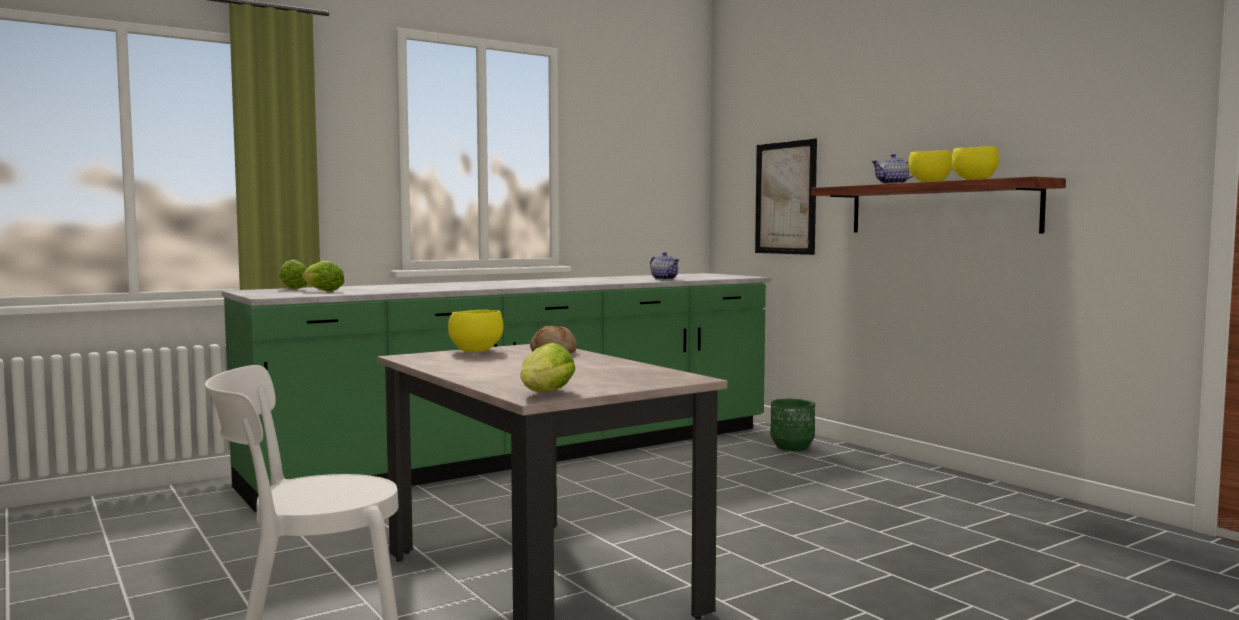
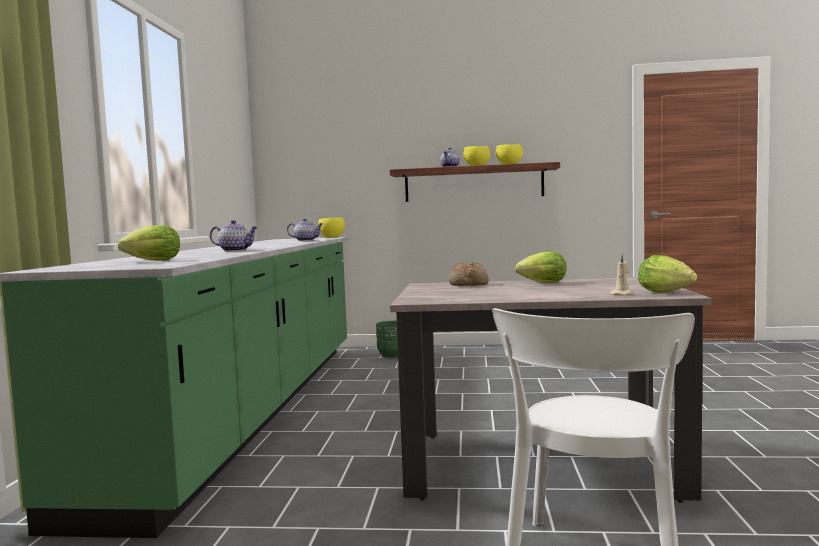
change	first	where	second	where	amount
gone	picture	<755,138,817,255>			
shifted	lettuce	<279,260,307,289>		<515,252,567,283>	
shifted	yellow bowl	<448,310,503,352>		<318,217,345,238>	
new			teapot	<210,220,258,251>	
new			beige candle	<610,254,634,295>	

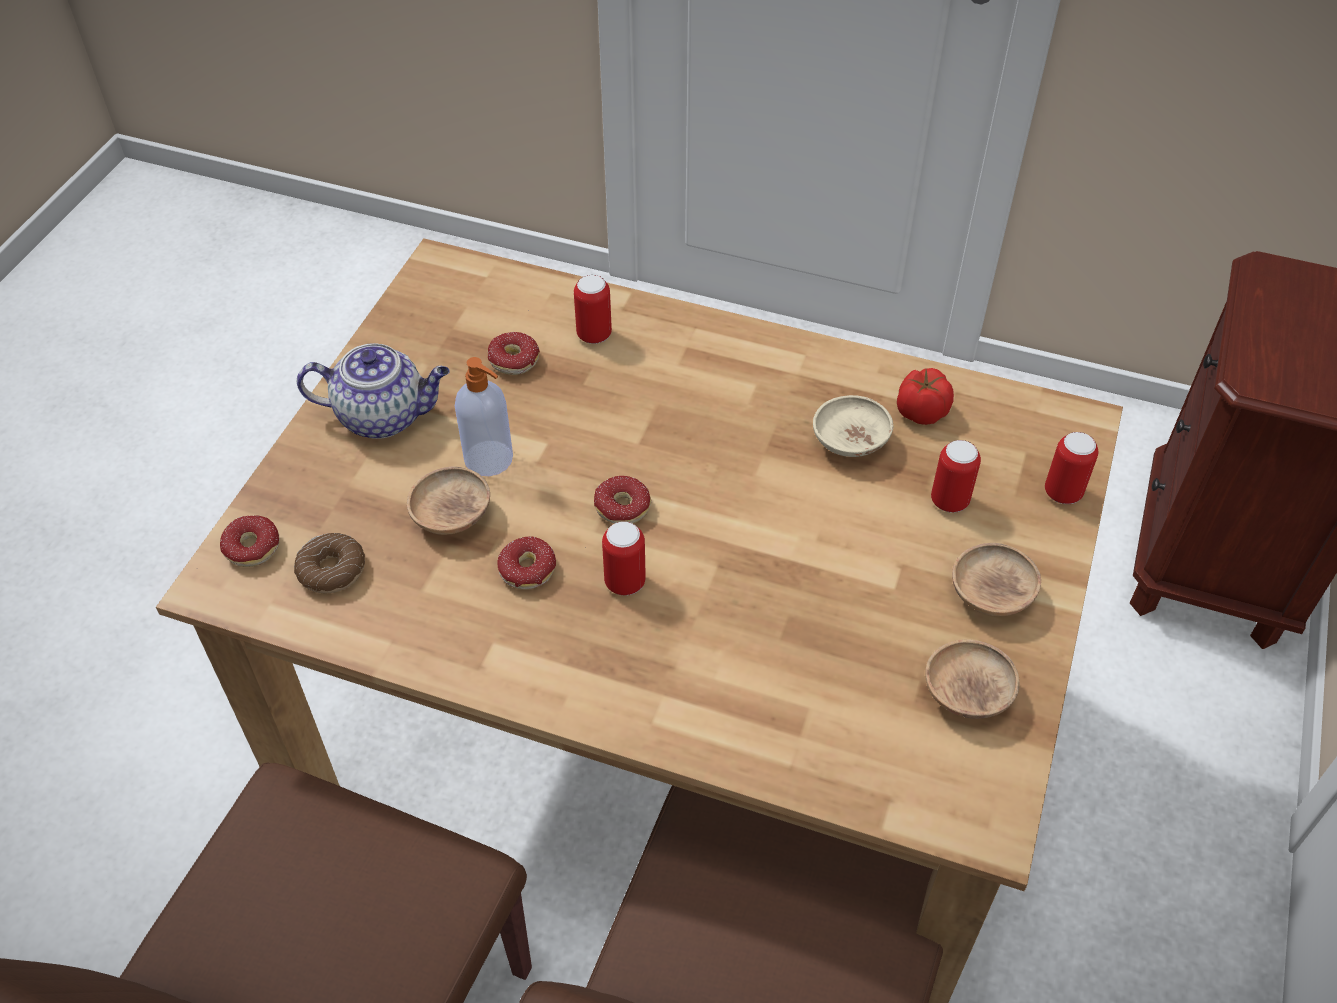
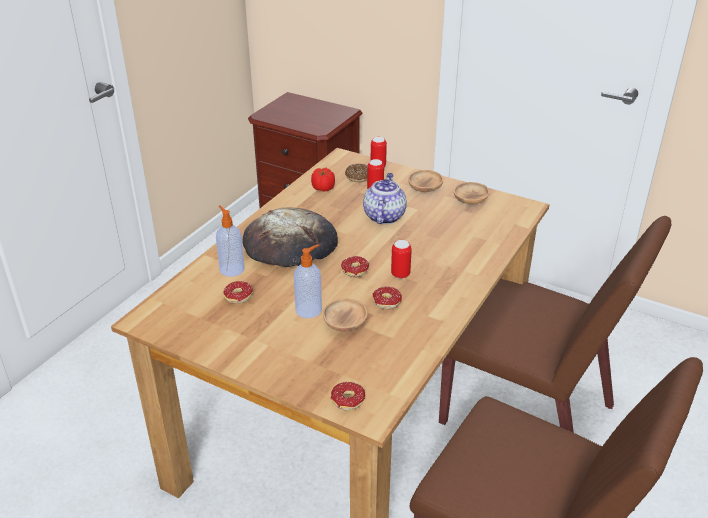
change	first	where	second	where	amount
swapped	can	<574,275,612,344>	soap dispenser	<216,205,245,277>	
shifted	teapot	<296,343,450,439>		<363,173,407,224>	
gone	beige bowl	<813,395,893,457>			
shifted	donut	<294,533,365,593>		<345,164,368,182>	
new			bread	<242,207,338,267>	

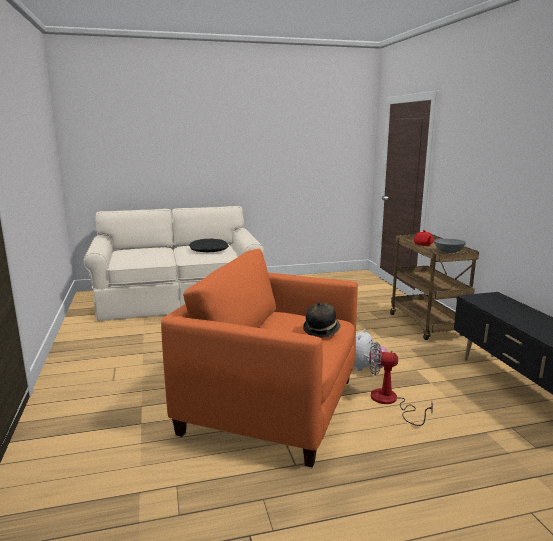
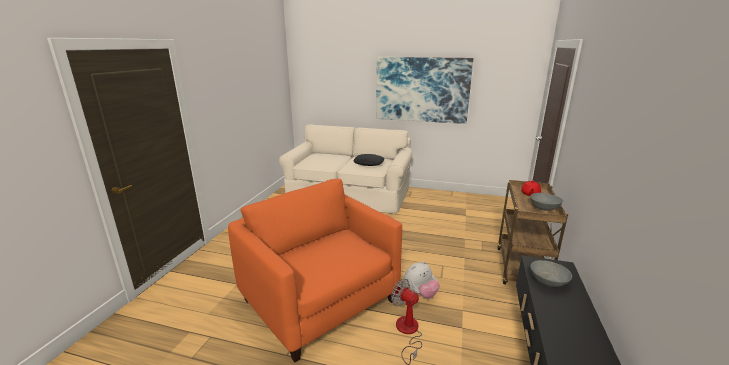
change	first	where	second	where	amount
gone	hat	<303,302,340,338>			
new			picture	<376,57,473,124>	
new			grey bowl	<530,260,572,287>	

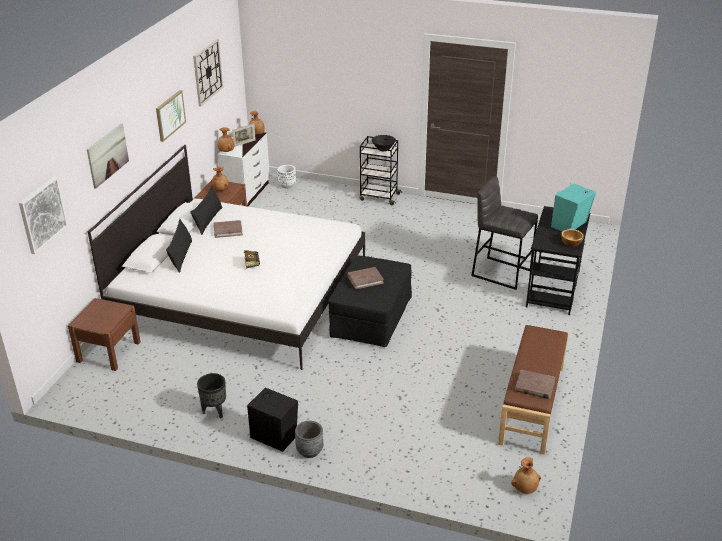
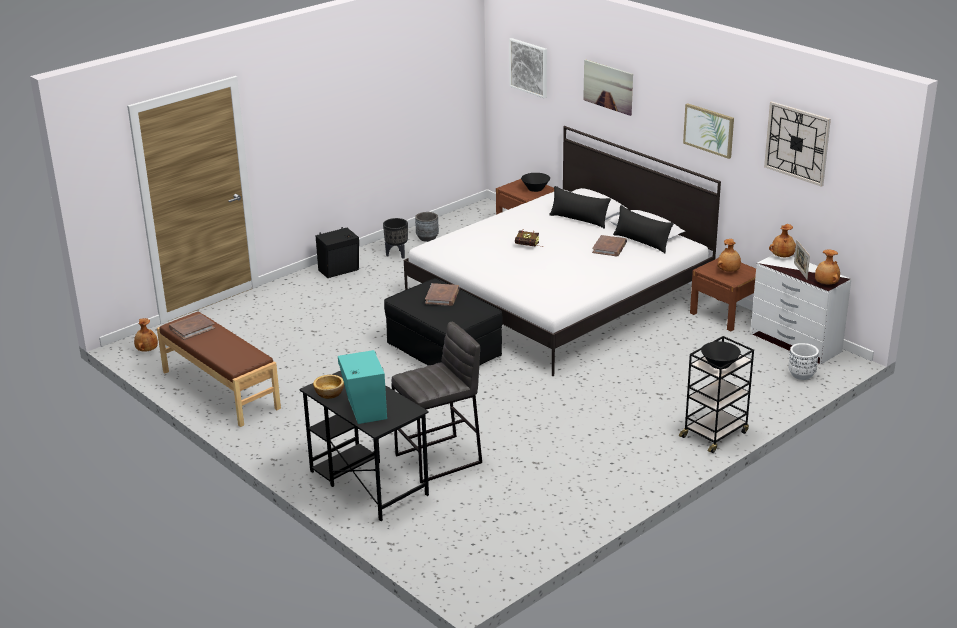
change	first	where	second	where	amount
shifted	grey planter	<295,421,323,458>		<415,212,439,242>	
new			black bowl	<521,173,550,192>	

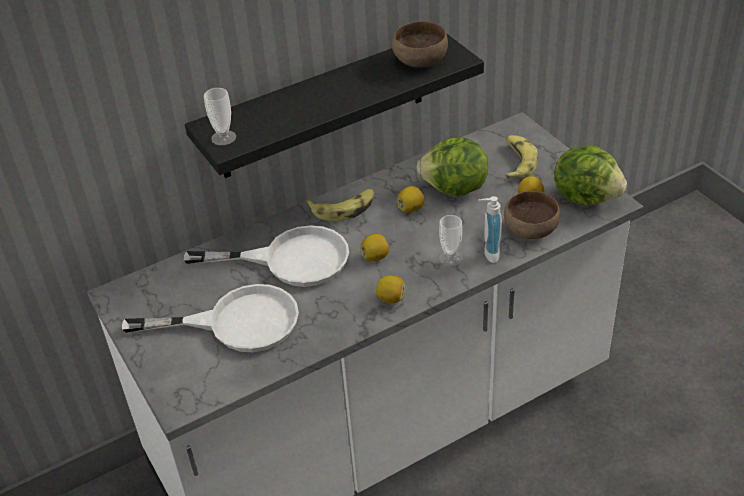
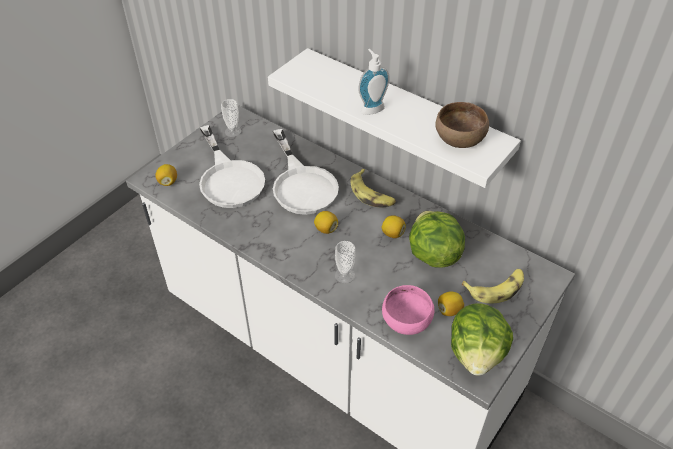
change	first	where	second	where	amount
repainted	black shelf	<185,33,484,178>	white shelf	<268,48,521,188>	
shifted	cup	<204,88,236,145>		<221,99,241,137>	
repainted	brown bowl	<504,191,560,239>	pink bowl	<382,285,434,335>	
shifted	soap dispenser	<479,196,502,263>		<358,49,390,115>	
shifted	lemon	<376,275,405,303>		<155,164,177,186>	

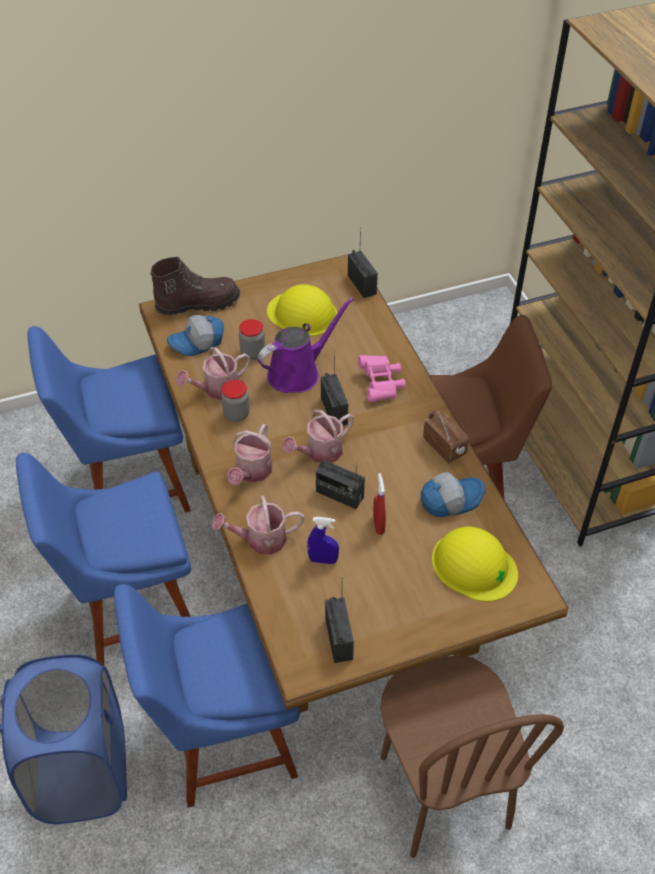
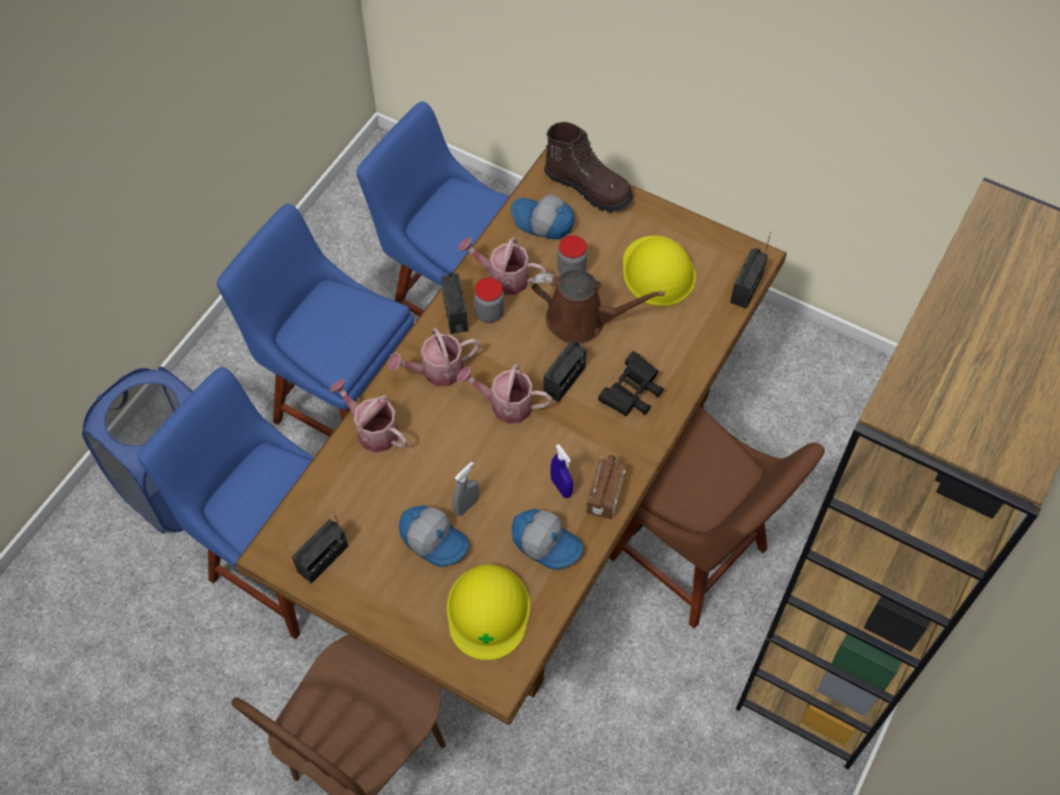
change	first	where	second	where	amount
repainted	purple watering can	<257,297,354,393>	brown watering can	<531,270,665,344>	
repainted	pink binoculars	<358,355,406,402>	black binoculars	<598,351,664,416>	
shifted	radio	<316,460,365,509>		<441,272,468,334>	
repainted	red spray bottle	<373,473,386,535>	grey spray bottle	<452,462,479,516>	
shifted	blue spray bottle	<307,517,339,564>		<550,444,573,498>	
new			cap	<399,505,470,567>	

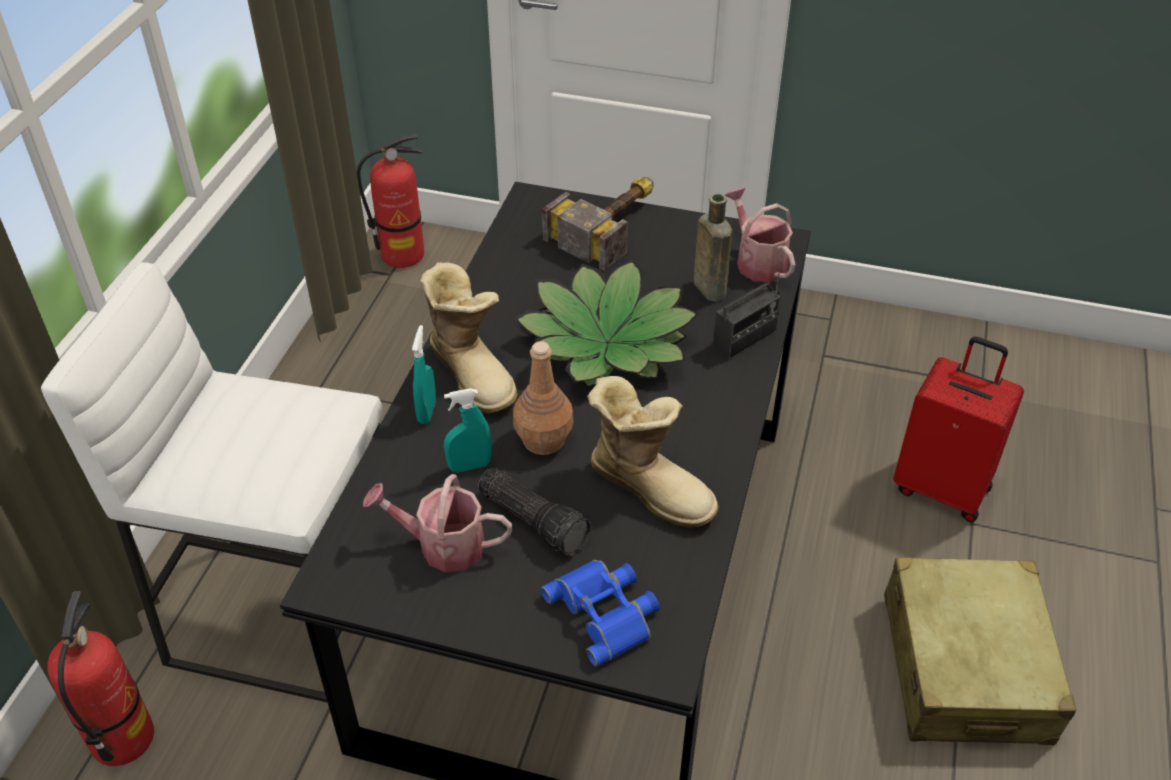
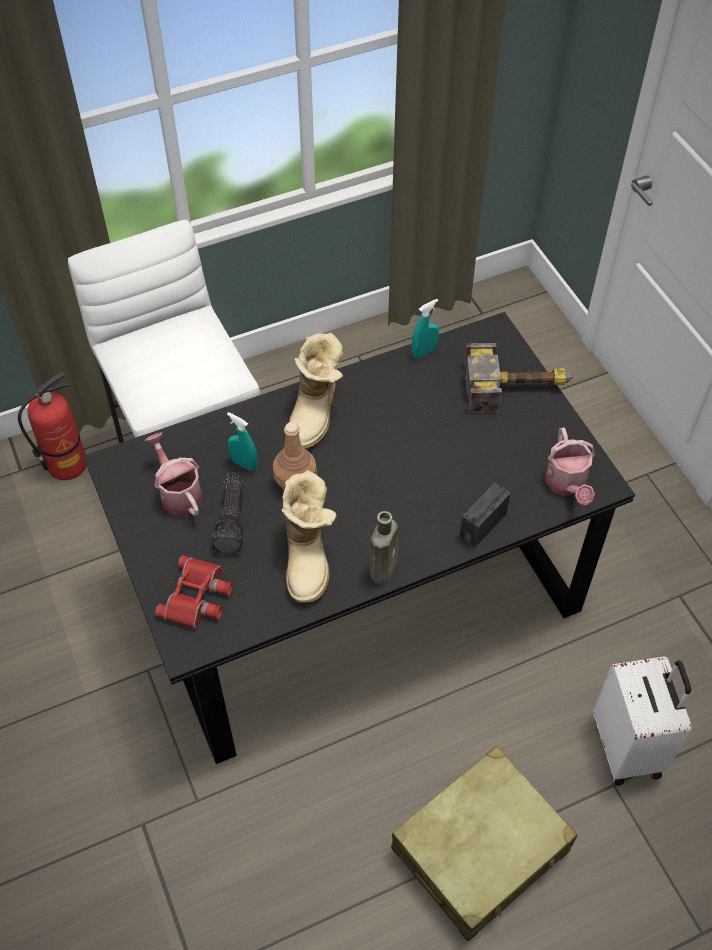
change	first	where	second	where	amount
gone	fire extinguisher	<357,134,424,268>			
rotated	watering can	<725,188,796,282>		<545,428,595,505>	150 degrees clockwise
shifted	brown bottle	<694,193,732,302>		<370,511,398,585>	
rotated	radio	<713,255,782,359>		<459,483,511,547>	120 degrees clockwise
gone	potted plant	<514,259,700,388>			
shifted	turquoise spray bottle	<412,325,436,424>		<412,299,439,358>	
repainted	red suitcase	<893,337,1024,522>	white suitcase	<593,656,691,785>	
repainted	blue binoculars	<541,560,660,667>	red binoculars	<155,555,233,629>	

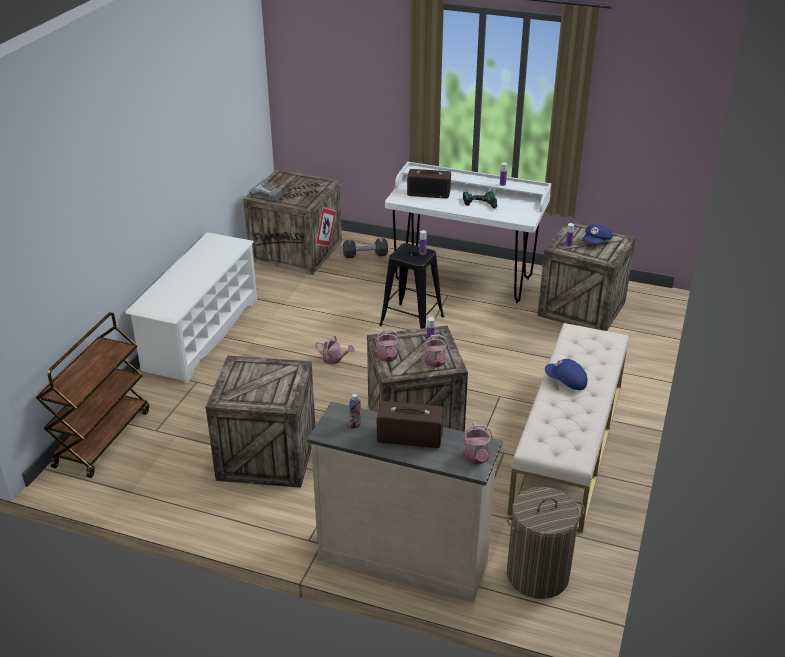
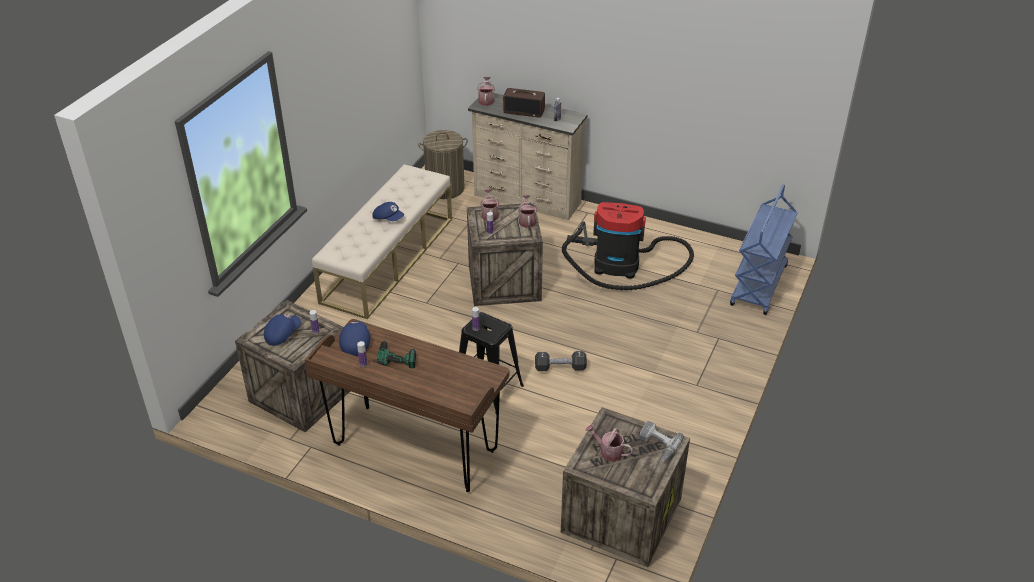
change	first	where	second	where	amount
repainted	white desk	<385,162,551,303>	brown desk	<305,319,509,492>	
gone	radio	<407,169,451,198>			
gone	white shoe rack	<125,232,257,383>			
shifted	black dumbbell	<343,238,388,258>		<535,351,587,371>	
repainted	brown cart	<36,312,149,478>	blue cart	<730,185,798,315>	
shifted	watering can	<315,335,355,365>		<585,424,633,462>	
swapped	crate	<206,356,315,488>	vacuum cleaner	<562,202,694,290>	
new			blue cap	<339,321,370,356>	

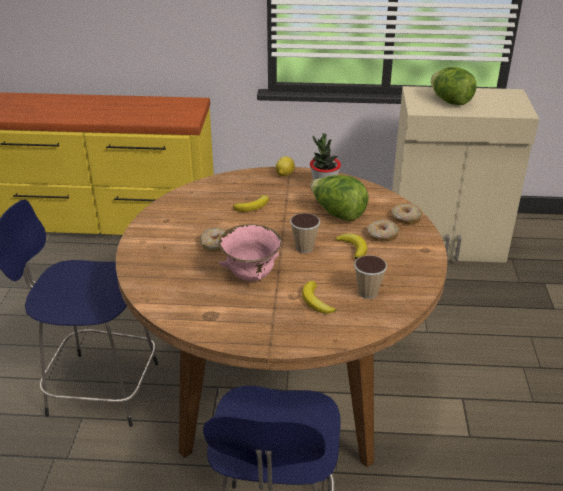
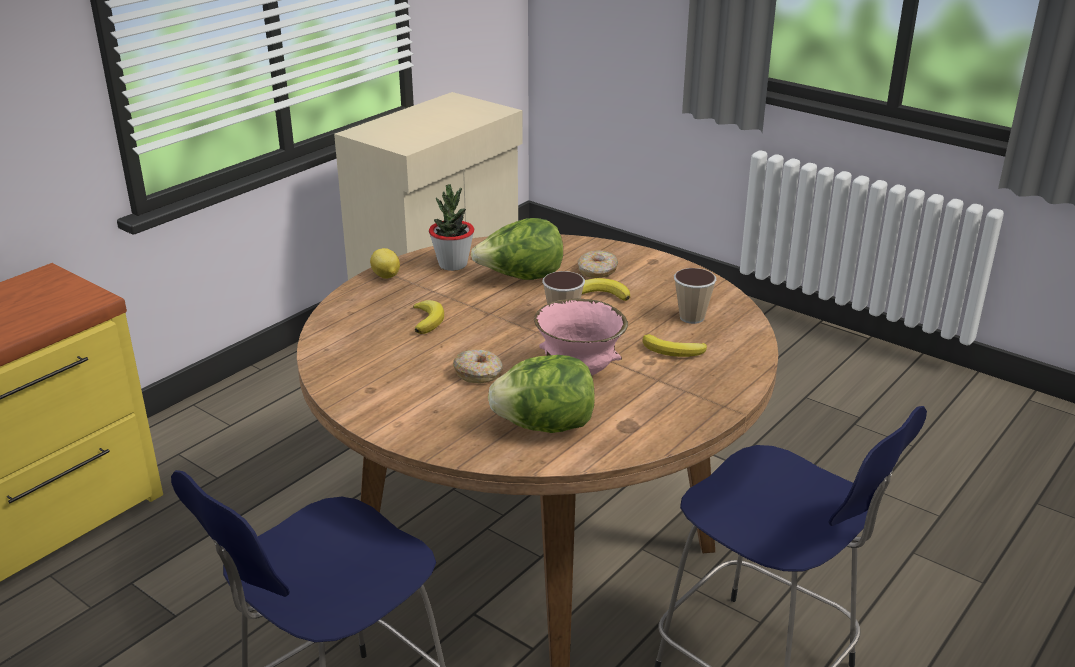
change	first	where	second	where	amount
shifted	lettuce	<431,67,477,105>		<488,355,595,433>	
gone	donut	<392,204,423,225>			

